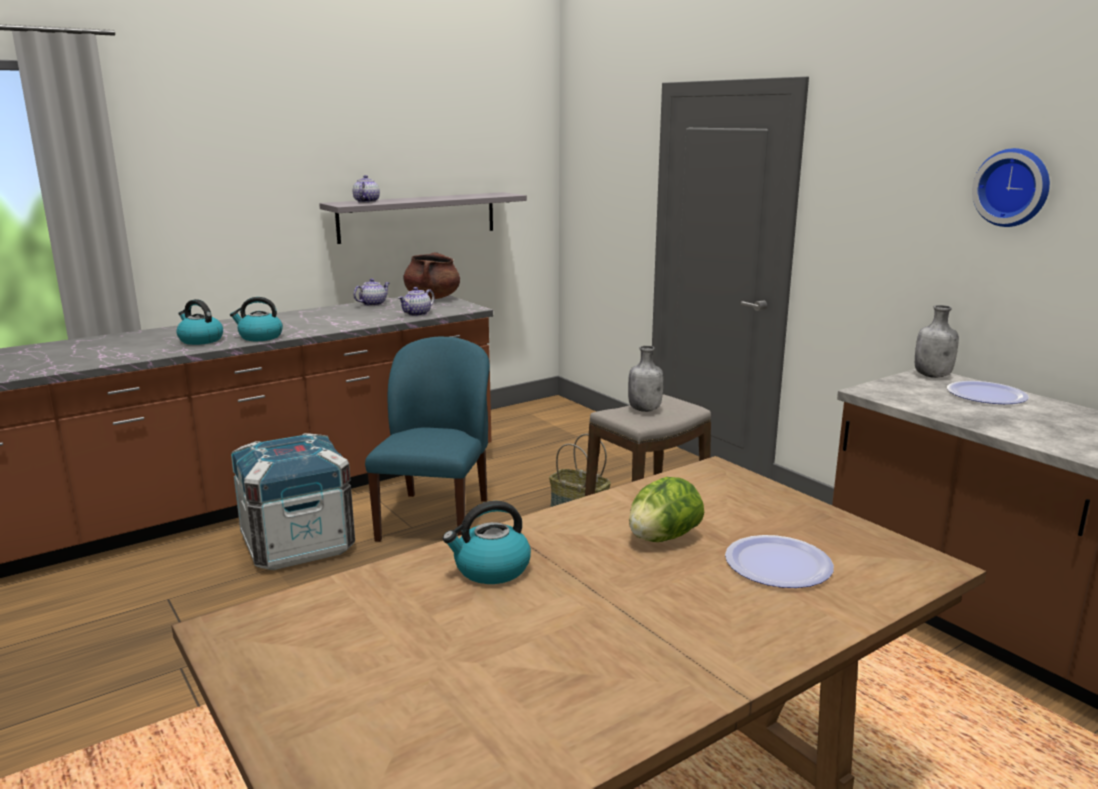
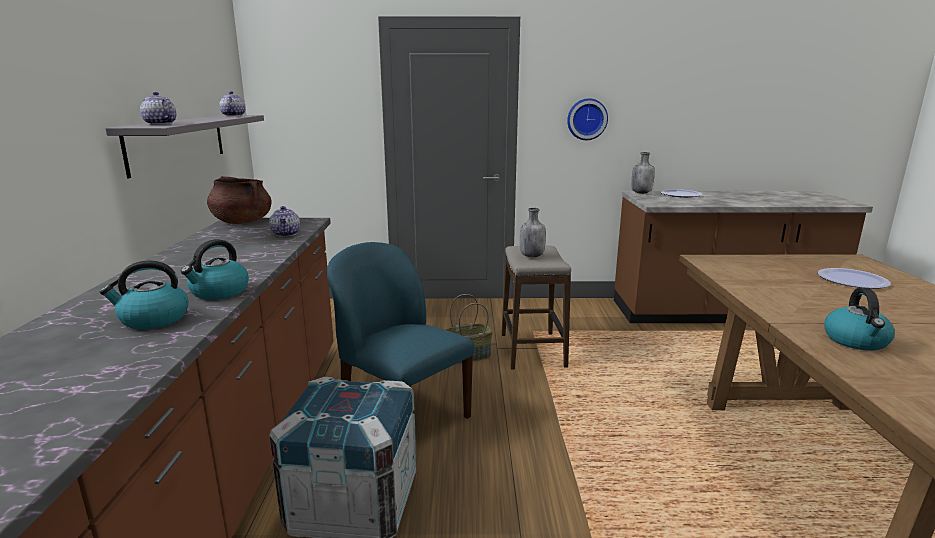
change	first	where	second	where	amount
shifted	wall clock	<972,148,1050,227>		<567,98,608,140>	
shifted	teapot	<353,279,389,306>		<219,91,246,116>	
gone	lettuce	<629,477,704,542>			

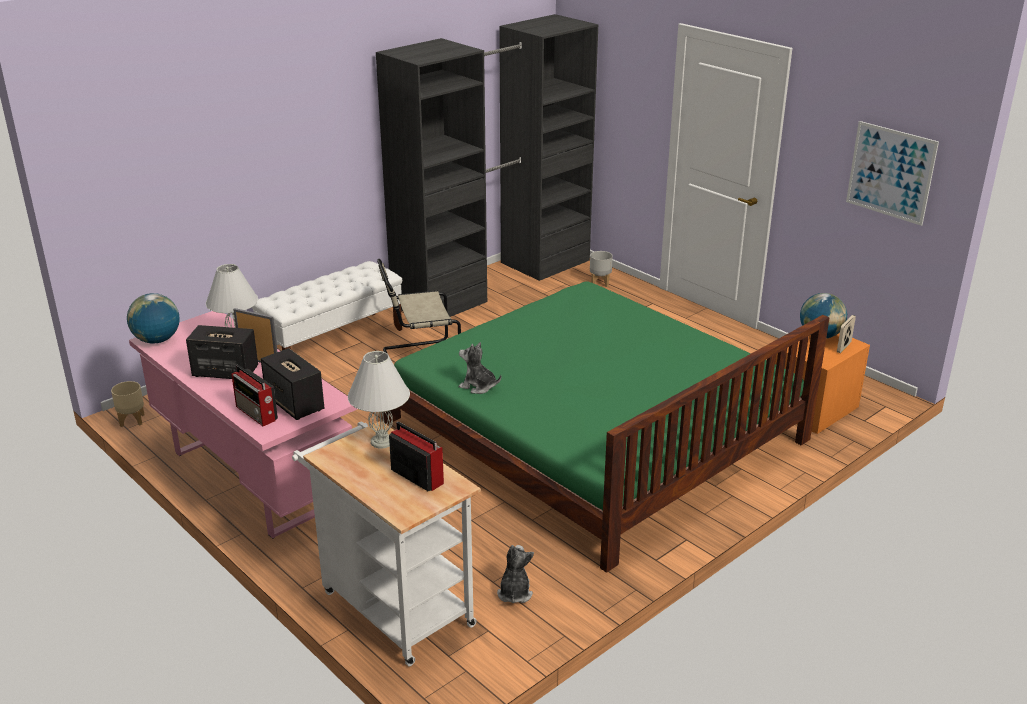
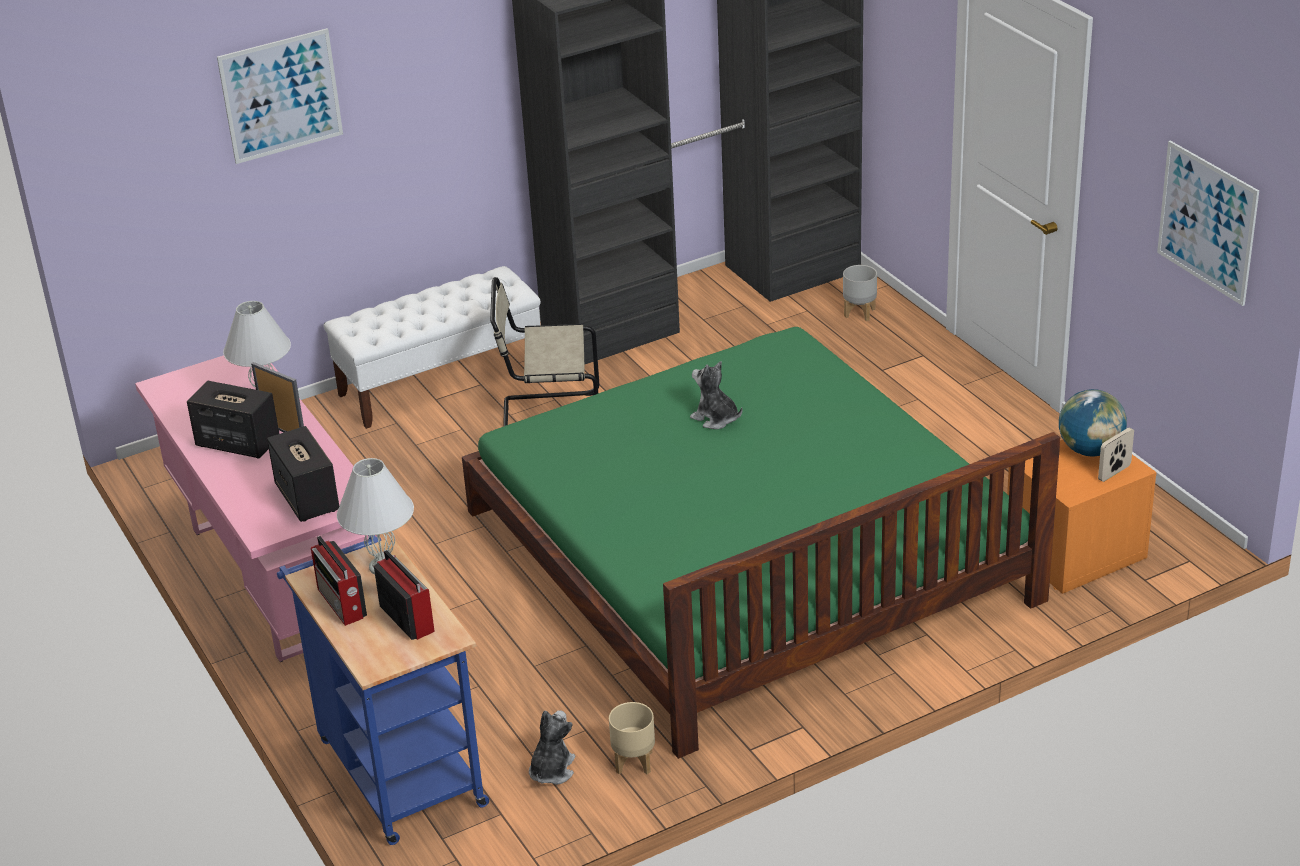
change	first	where	second	where	amount
gone	globe	<127,293,180,344>			
shifted	plush toy	<459,342,501,394>		<690,361,743,429>	
shifted	radio	<231,365,278,426>		<311,536,367,626>	
shifted	beige planter	<111,381,145,427>		<609,702,655,774>	
repainted	white cart	<292,421,481,666>	blue cart	<277,535,489,845>	
new			picture	<217,28,343,164>	

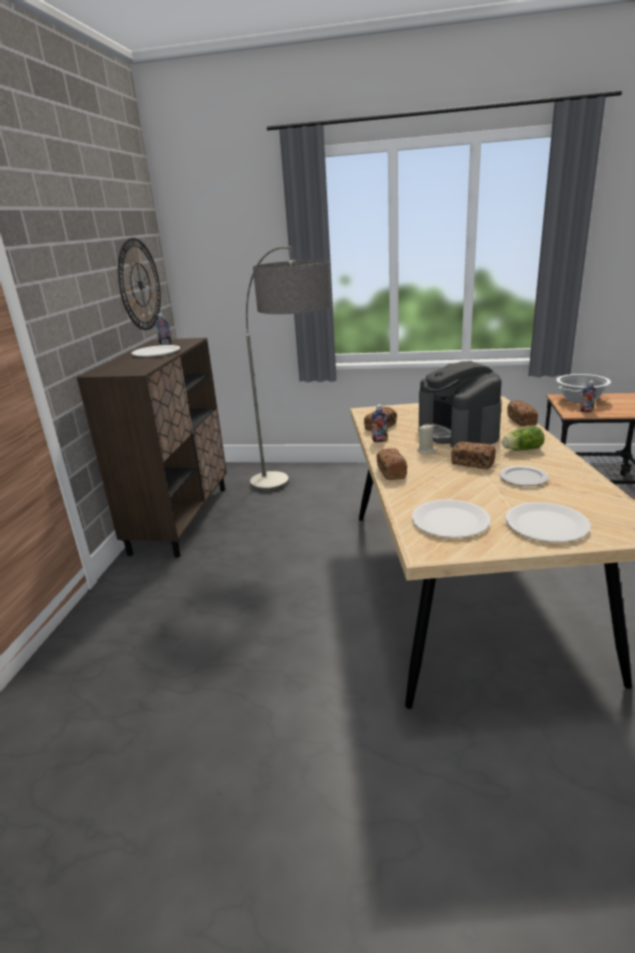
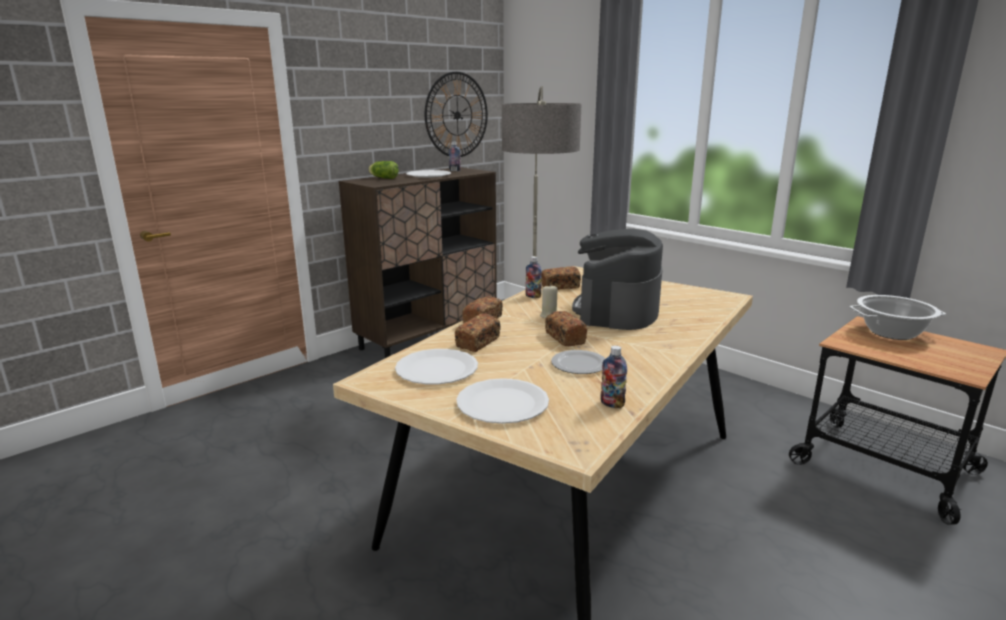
change	first	where	second	where	amount
shifted	bottle	<580,381,597,413>		<601,345,627,408>	
shifted	bread	<507,400,538,426>		<455,314,501,352>	
shifted	lettuce	<502,426,544,450>		<368,161,399,179>	

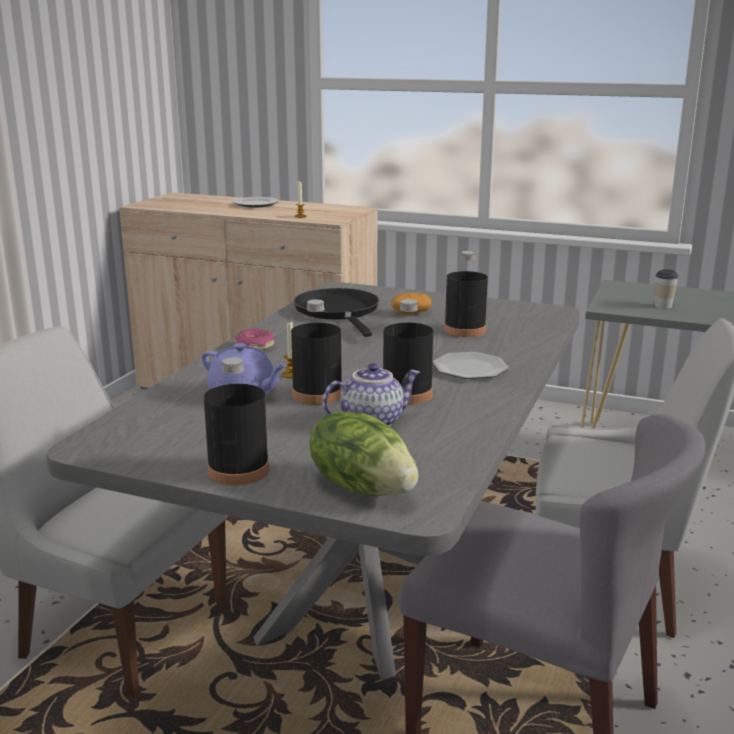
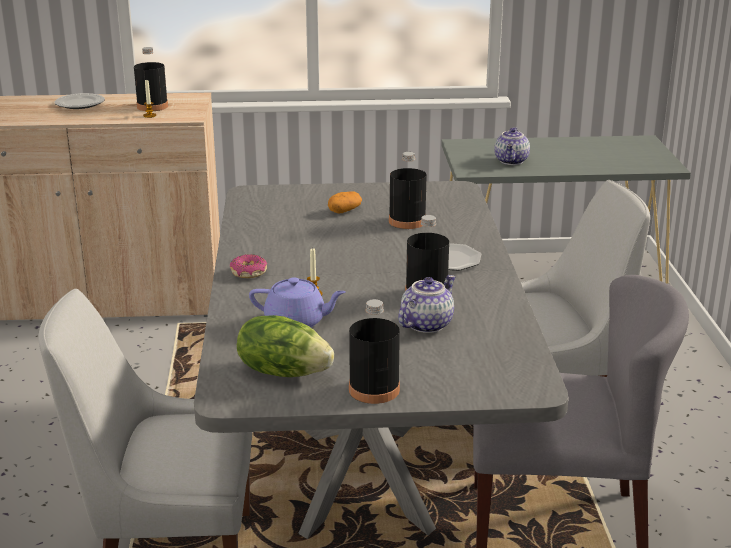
change	first	where	second	where	amount
swapped	cup	<655,270,679,308>	teapot	<494,127,530,165>	
gone	black frying pan	<293,288,379,337>			
shifted	black bottle	<291,299,342,405>		<134,47,168,111>	
shifted	lettuce	<309,411,418,496>		<237,315,334,377>	

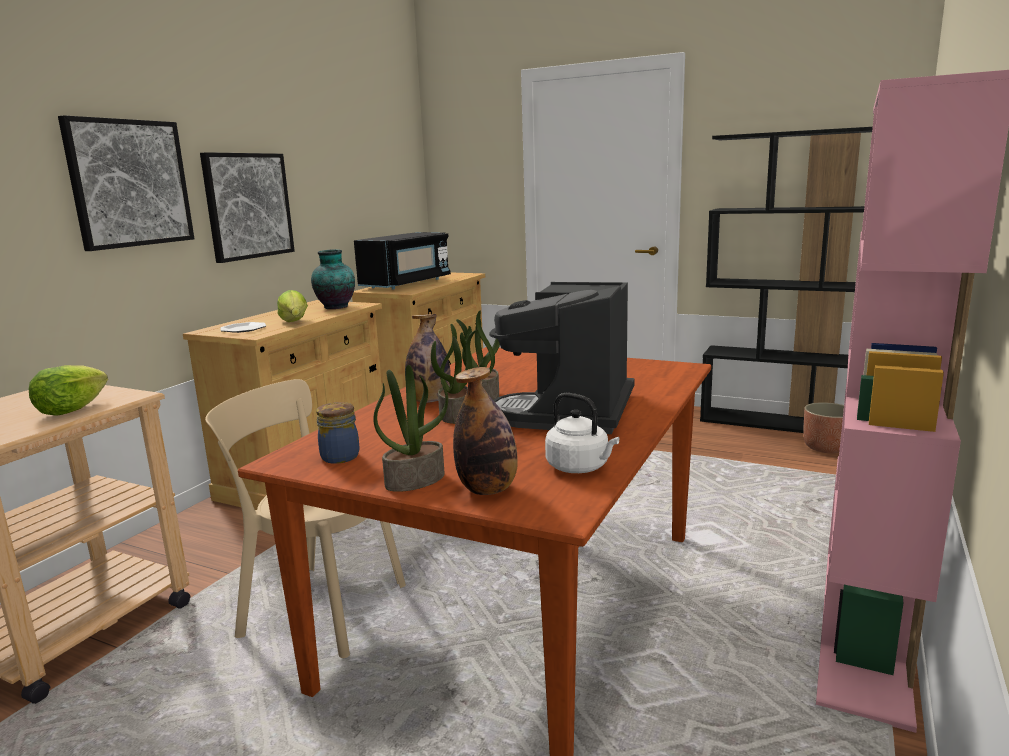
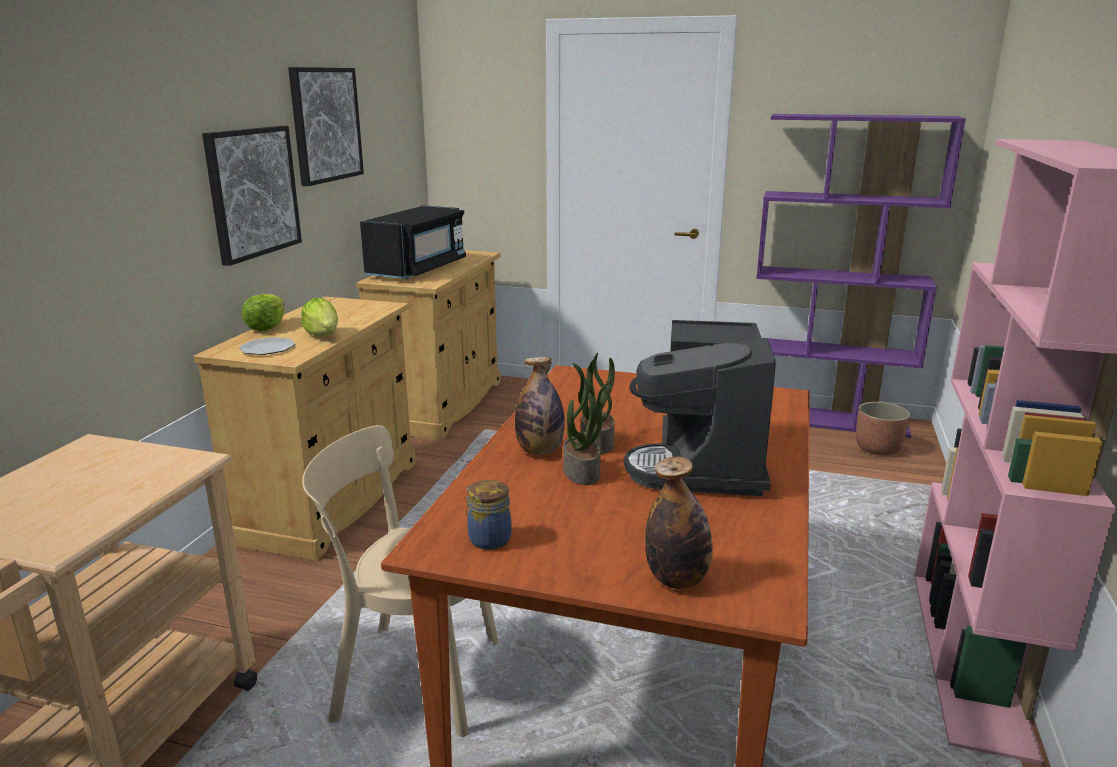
change	first	where	second	where	amount
shifted	picture	<58,115,194,251>		<288,67,364,186>	
repainted	black bookcase	<700,127,873,433>	purple bookcase	<756,114,966,438>	
gone	vase	<311,249,355,309>			
shifted	lettuce	<29,365,108,416>		<242,294,285,331>	
gone	potted plant	<373,365,448,492>			
gone	white kettle	<545,393,619,473>			

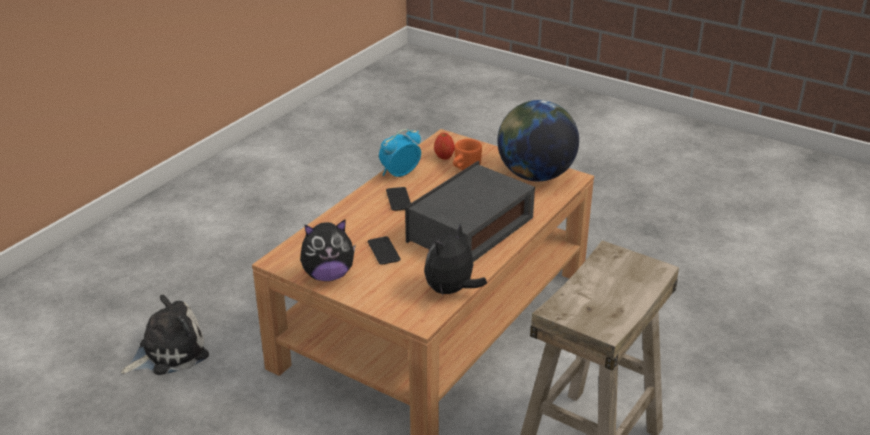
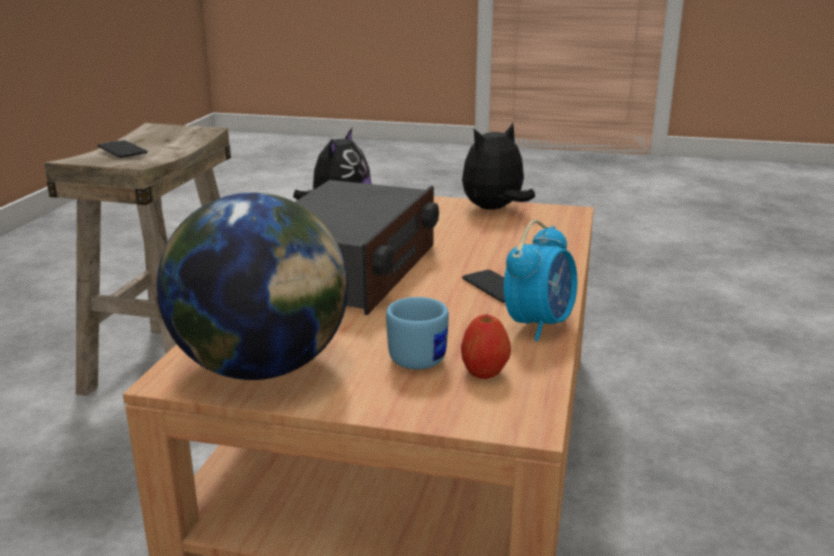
change	first	where	second	where	amount
repainted	orange mug	<453,139,482,170>	blue mug	<386,297,449,370>	
shifted	phone	<367,236,401,265>		<97,140,148,158>	
gone	plush toy	<121,295,209,375>			

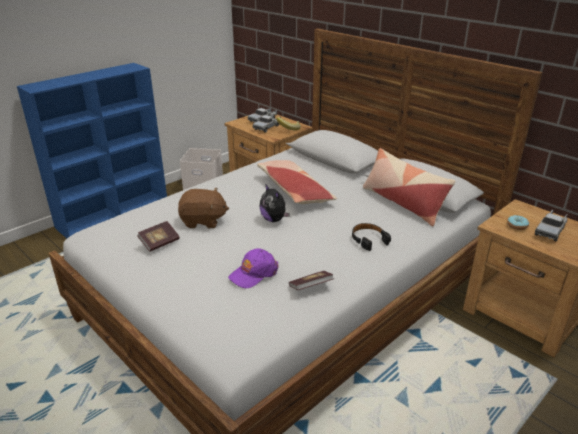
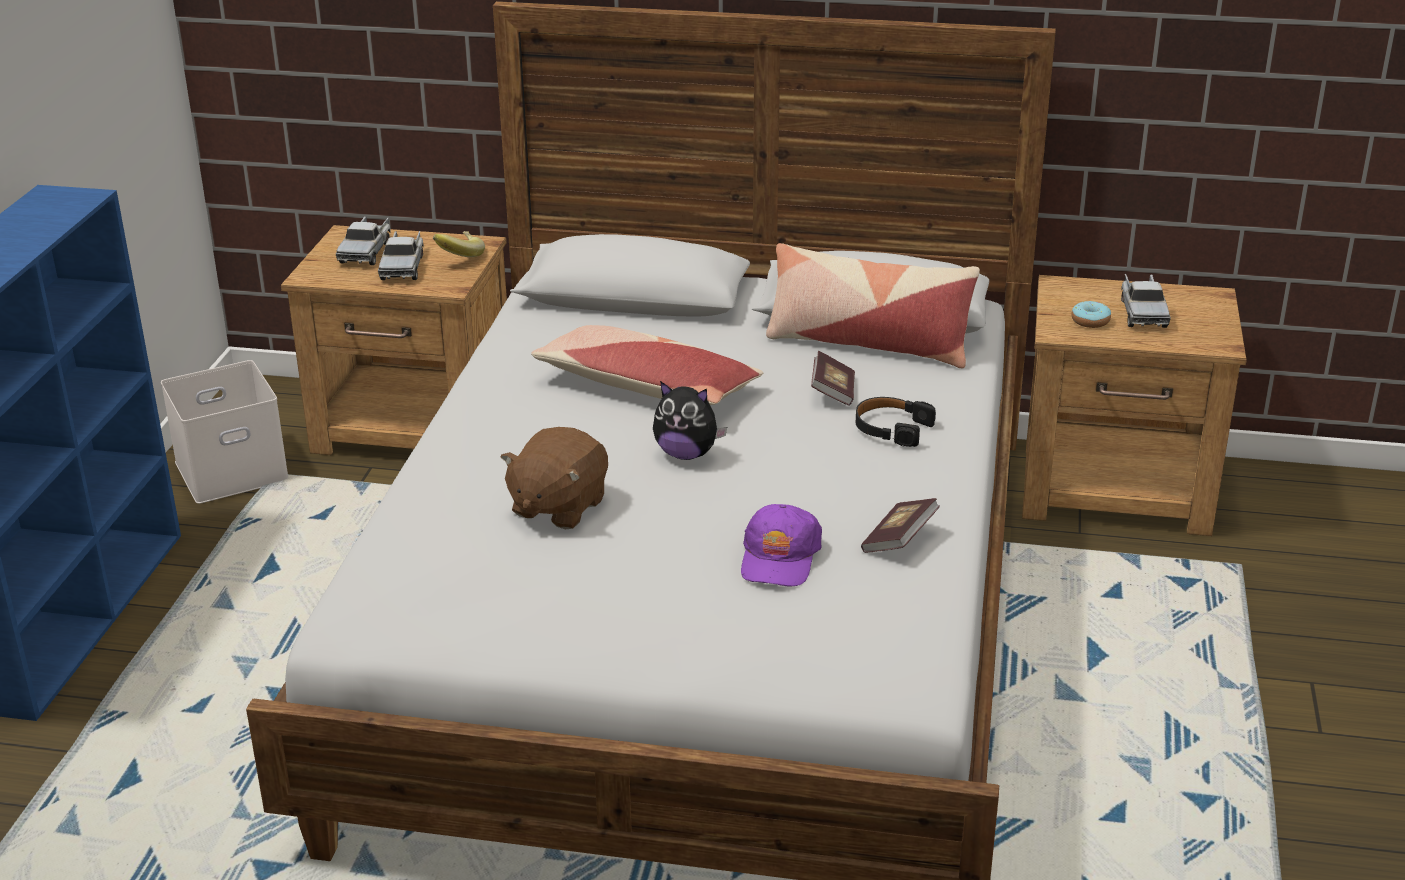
change	first	where	second	where	amount
rotated	brown plush toy	<178,188,229,228>		<501,427,608,530>	150 degrees clockwise
shifted	book	<137,221,180,252>		<811,351,855,406>	

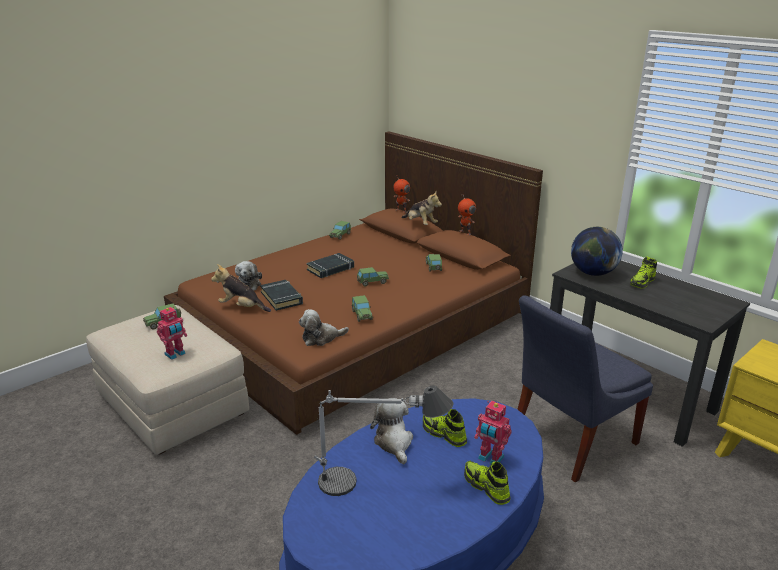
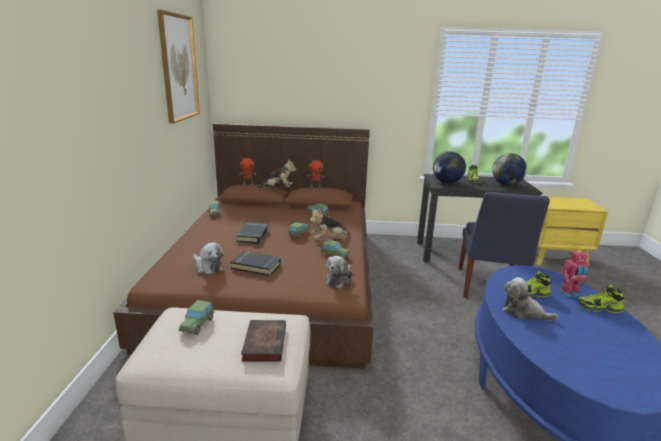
change	first	where	second	where	amount
shifted	plush toy	<211,264,271,312>		<310,208,350,239>	
swapped	toy robot	<157,306,187,360>	book	<241,320,286,361>	
gone	table lamp	<314,385,454,496>			
new			picture	<157,10,200,123>	
new			globe	<492,153,527,185>	

